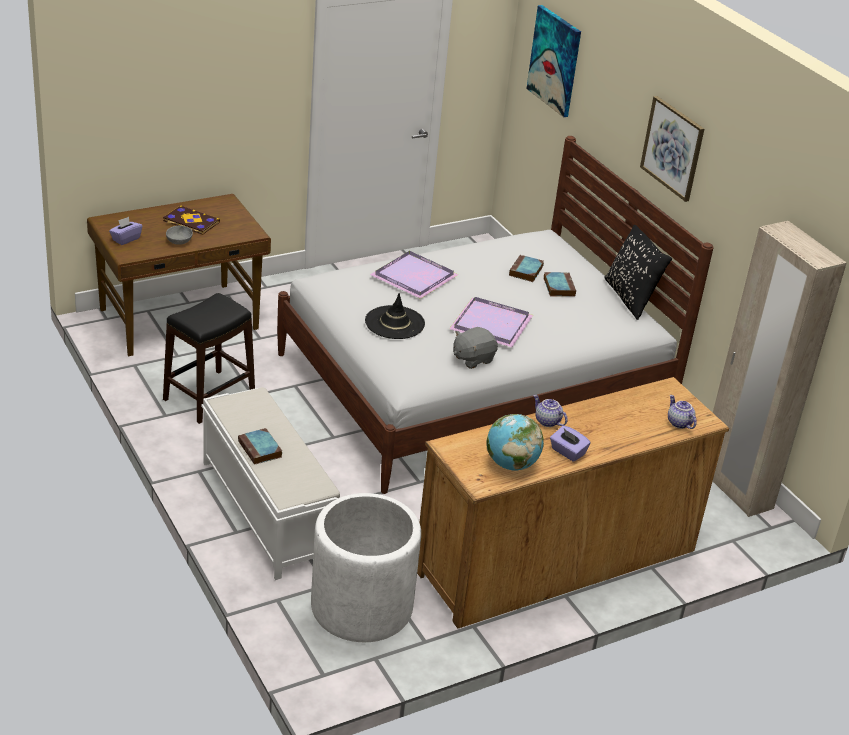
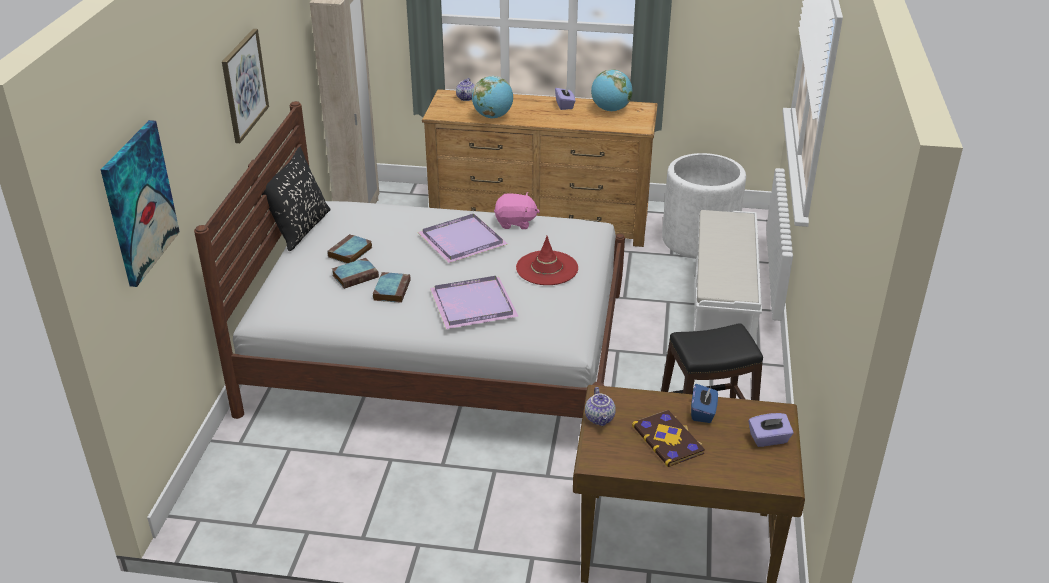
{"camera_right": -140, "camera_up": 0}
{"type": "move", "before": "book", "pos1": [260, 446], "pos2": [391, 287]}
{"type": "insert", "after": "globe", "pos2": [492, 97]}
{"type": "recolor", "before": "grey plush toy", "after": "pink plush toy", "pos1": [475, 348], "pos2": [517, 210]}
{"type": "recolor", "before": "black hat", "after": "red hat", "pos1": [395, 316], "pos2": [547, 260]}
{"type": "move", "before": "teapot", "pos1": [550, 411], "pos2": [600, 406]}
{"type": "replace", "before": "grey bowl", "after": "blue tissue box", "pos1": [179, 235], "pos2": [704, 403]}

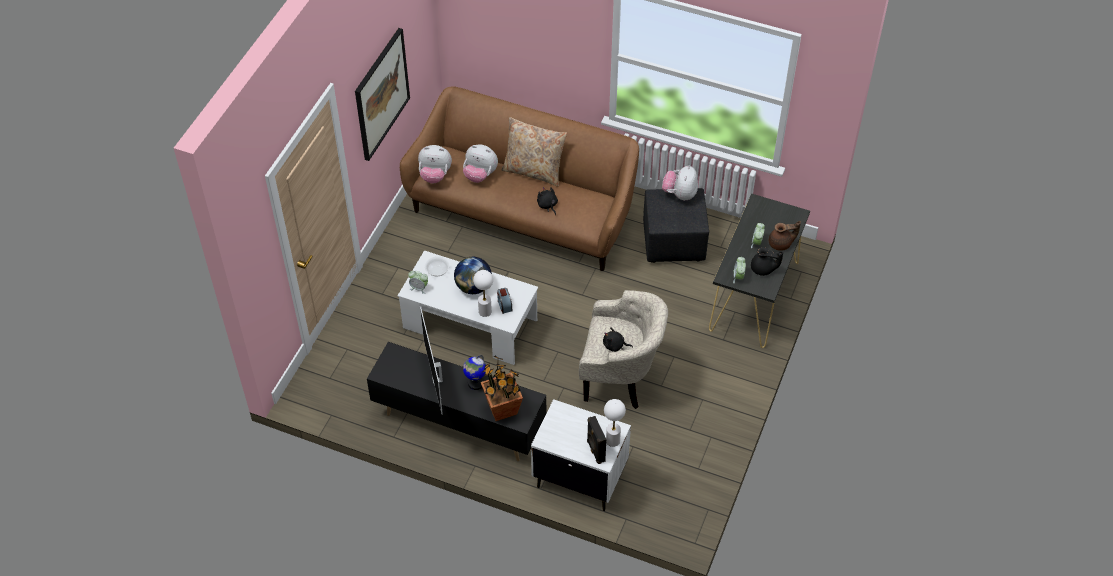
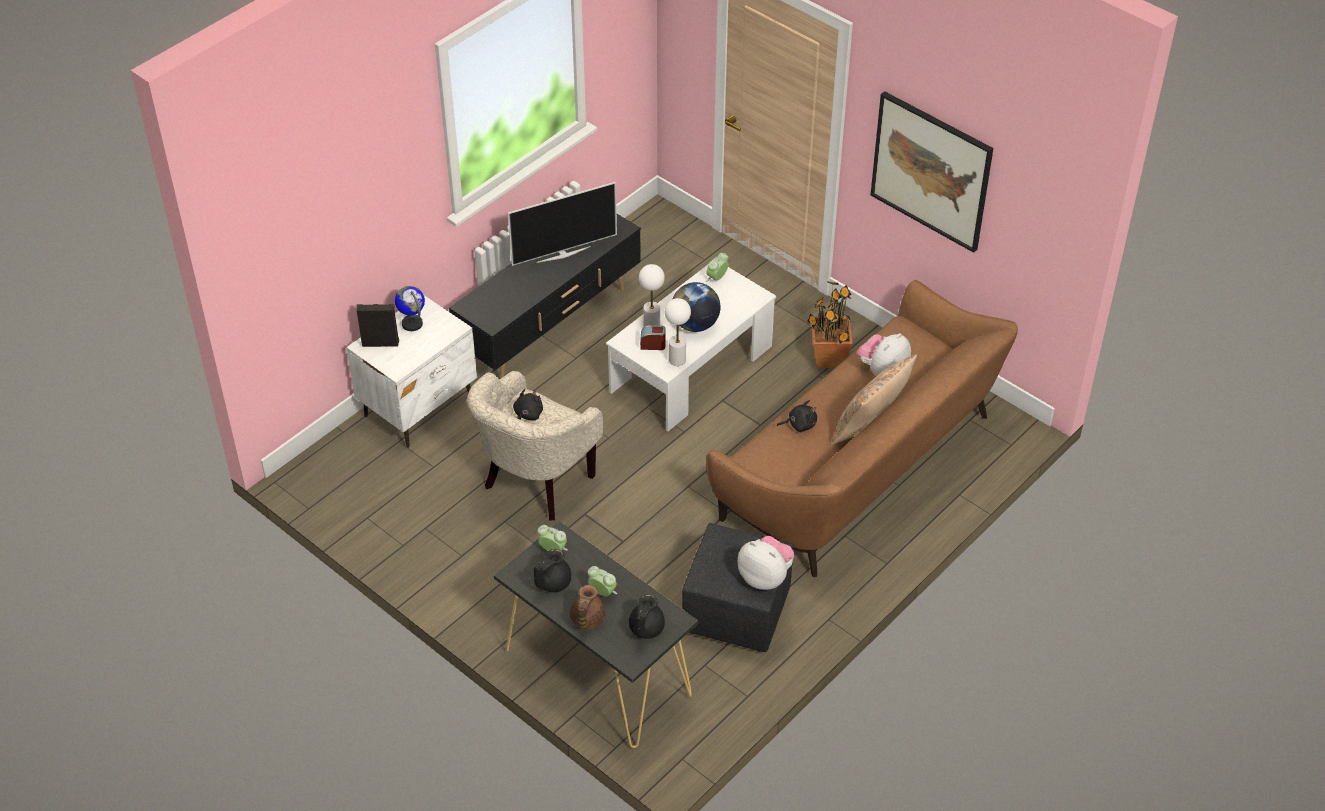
{"camera_right": 110, "camera_up": -5}
{"type": "move", "before": "globe", "pos1": [474, 372], "pos2": [410, 308]}
{"type": "rotate", "before": "television", "pos1": [431, 360], "pos2": [562, 224], "turn": 150}
{"type": "insert", "after": "black teapot", "pos2": [647, 616]}
{"type": "move", "before": "white table lamp", "pos1": [615, 423], "pos2": [678, 332]}
{"type": "move", "before": "potted plant", "pos1": [502, 388], "pos2": [830, 324]}
{"type": "delete", "before": "plush toy", "pos1": [435, 164]}
{"type": "delete", "before": "bowl", "pos1": [437, 266]}

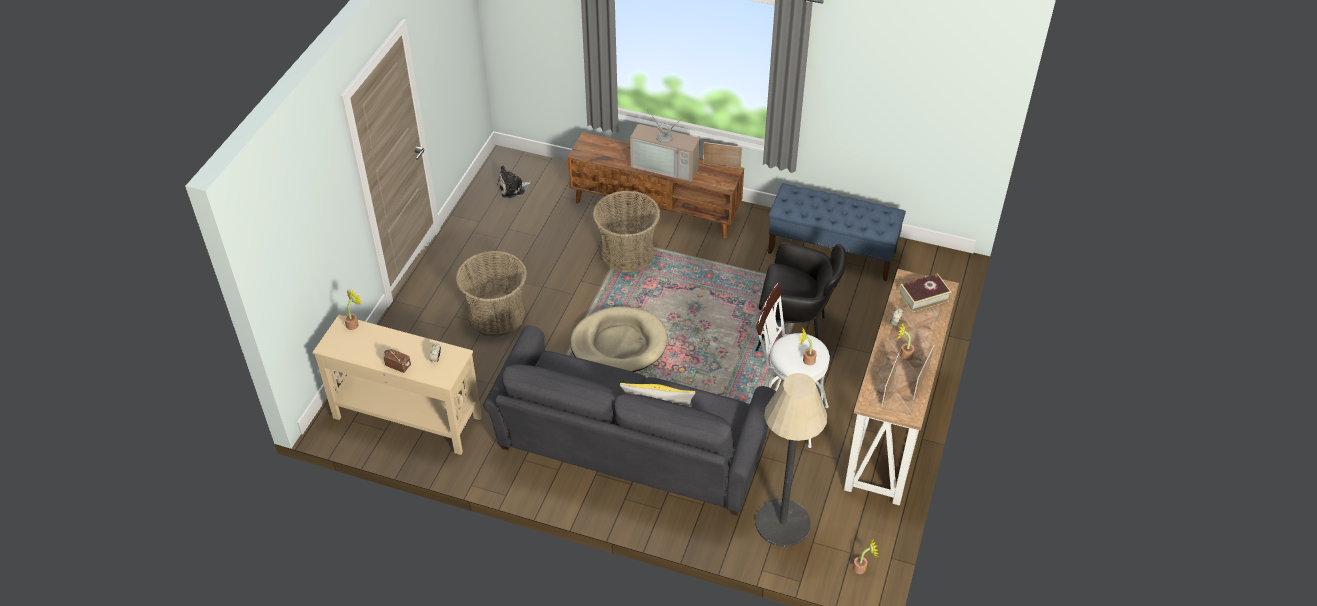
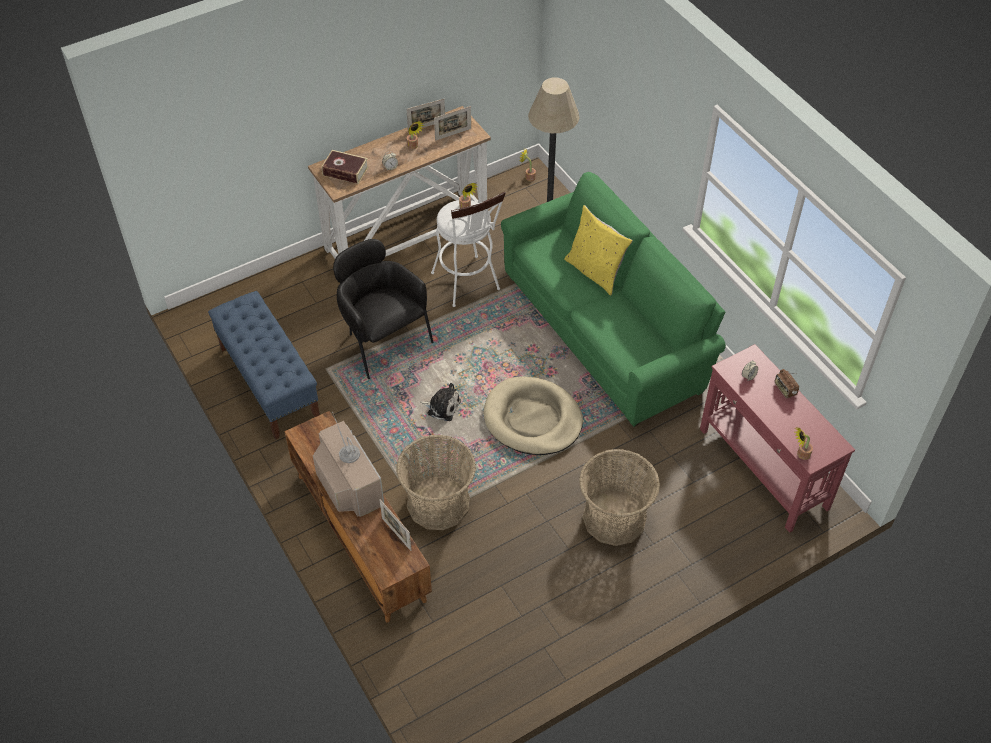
{"camera_right": -140, "camera_up": 5}
{"type": "move", "before": "picture frame", "pos1": [722, 155], "pos2": [395, 525]}
{"type": "move", "before": "plush toy", "pos1": [514, 182], "pos2": [440, 402]}
{"type": "recolor", "before": "grey sofa", "after": "green sofa", "pos1": [629, 421], "pos2": [613, 299]}
{"type": "recolor", "before": "beige console table", "after": "red console table", "pos1": [397, 385], "pos2": [777, 438]}

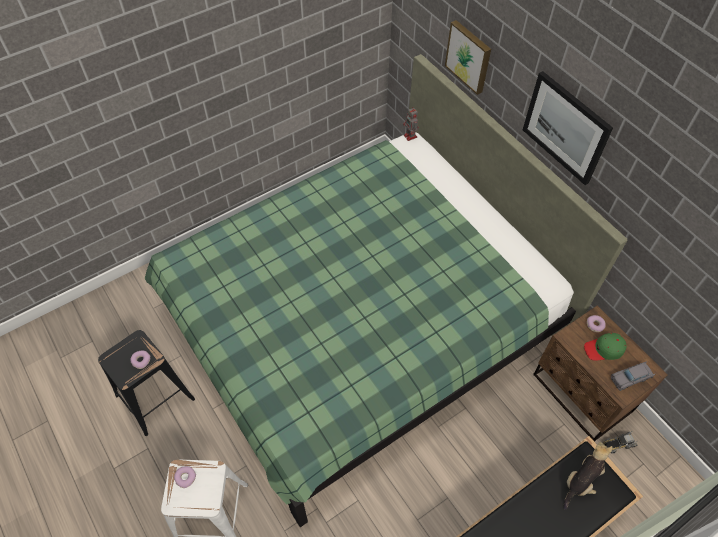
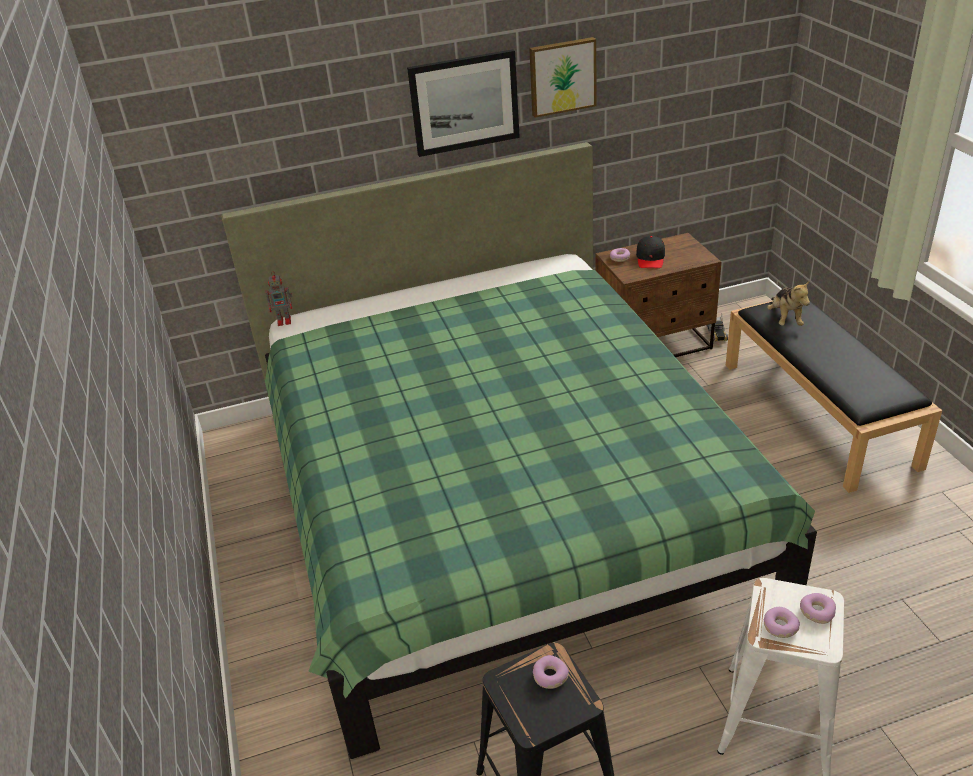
{"camera_right": -70, "camera_up": -20}
{"type": "move", "before": "picture", "pos1": [468, 57], "pos2": [562, 77]}
{"type": "recolor", "before": "green cap", "after": "black cap", "pos1": [605, 347], "pos2": [650, 251]}
{"type": "rotate", "before": "plush toy", "pos1": [588, 476], "pos2": [788, 303], "turn": -150}
{"type": "insert", "after": "donut", "pos2": [818, 608]}
{"type": "delete", "before": "grey toy car", "pos1": [633, 376]}

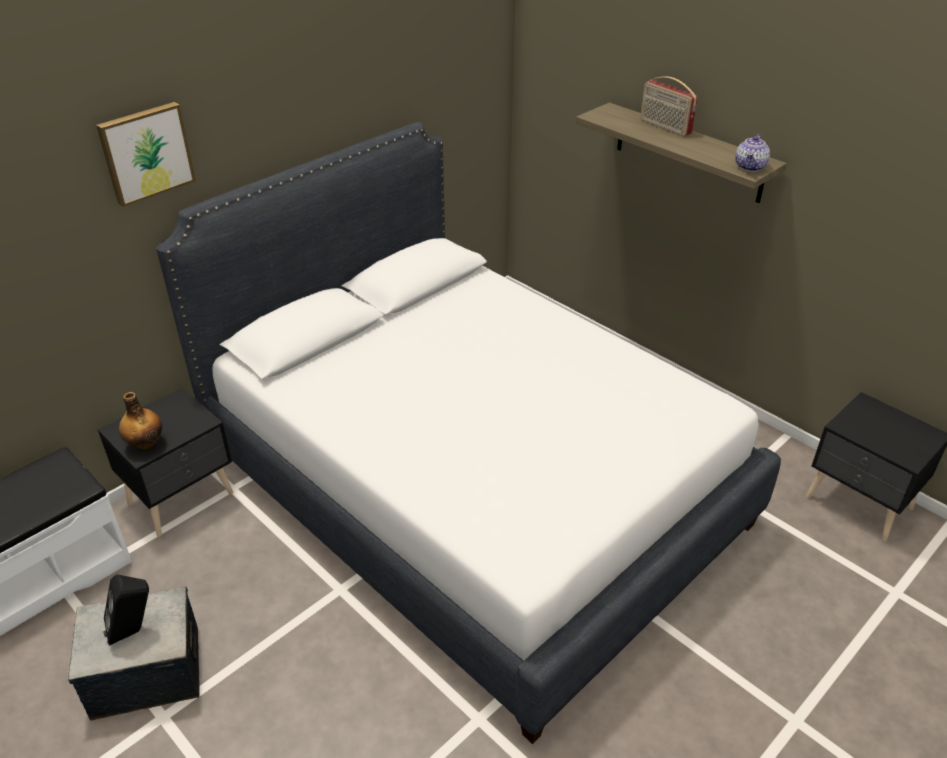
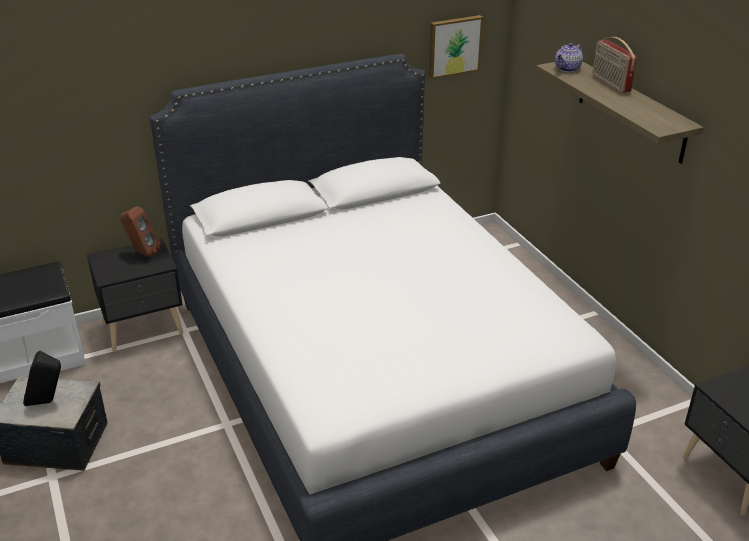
{"camera_right": 20, "camera_up": -5}
{"type": "insert", "after": "brown speaker", "pos2": [140, 232]}
{"type": "move", "before": "picture", "pos1": [146, 154], "pos2": [456, 47]}
{"type": "move", "before": "teapot", "pos1": [752, 153], "pos2": [569, 57]}
{"type": "delete", "before": "bottle", "pos1": [140, 421]}

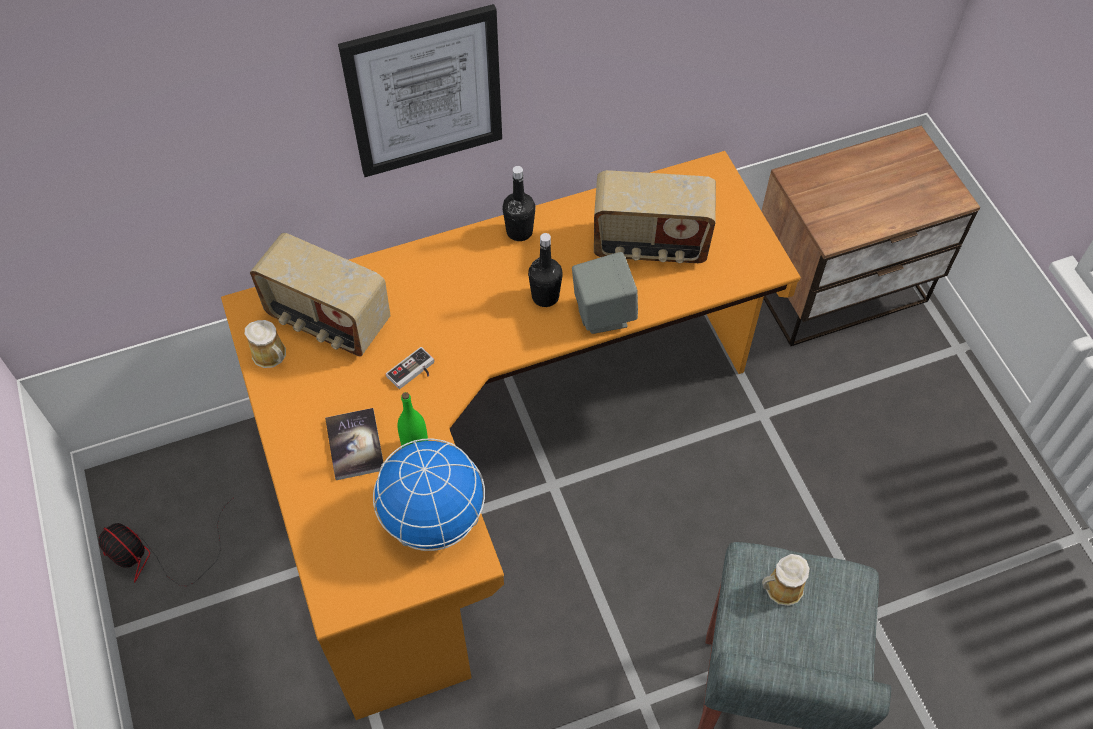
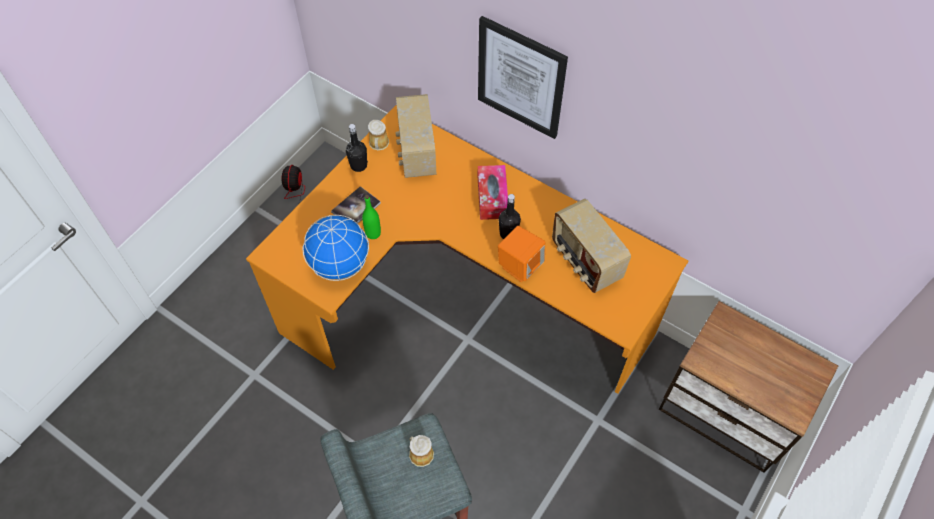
{"camera_right": 55, "camera_up": 0}
{"type": "move", "before": "black bottle", "pos1": [518, 203], "pos2": [357, 148]}
{"type": "insert", "after": "tissue box", "pos2": [493, 192]}
{"type": "recolor", "before": "grey speaker", "after": "orange speaker", "pos1": [605, 293], "pos2": [521, 254]}
{"type": "delete", "before": "game controller", "pos1": [410, 368]}

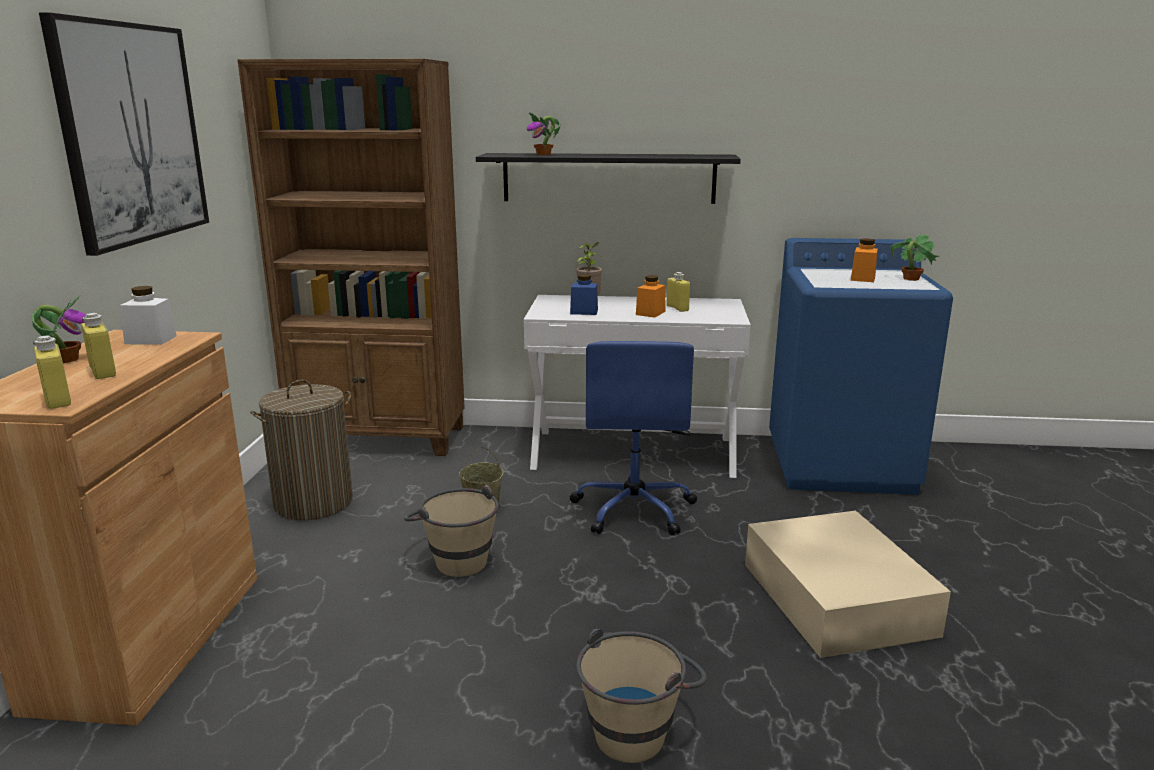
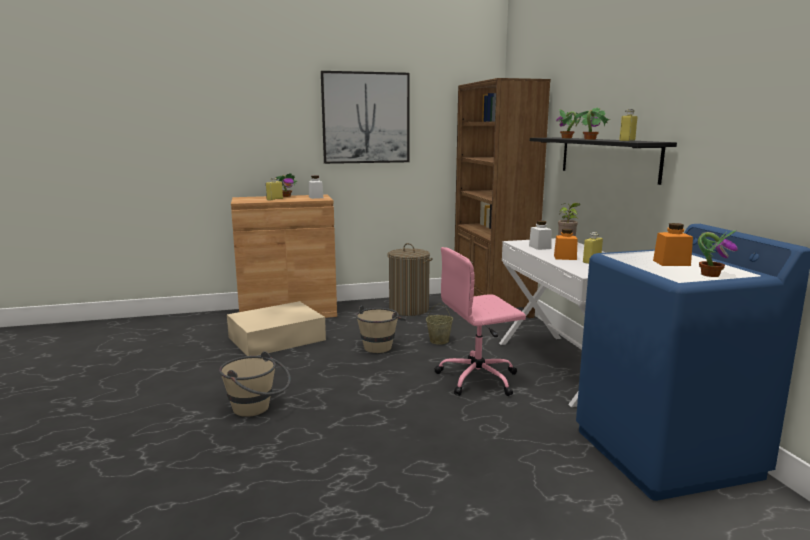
{"camera_right": 70, "camera_up": -5}
{"type": "move", "before": "beige storage box", "pos1": [848, 584], "pos2": [276, 328]}
{"type": "recolor", "before": "blue office chair", "after": "pink office chair", "pos1": [633, 438], "pos2": [480, 321]}
{"type": "recolor", "before": "blue jar", "after": "white jar", "pos1": [584, 294], "pos2": [540, 235]}
{"type": "insert", "after": "potted plant", "pos2": [592, 123]}
{"type": "move", "before": "yellow bottle", "pos1": [52, 372], "pos2": [628, 125]}

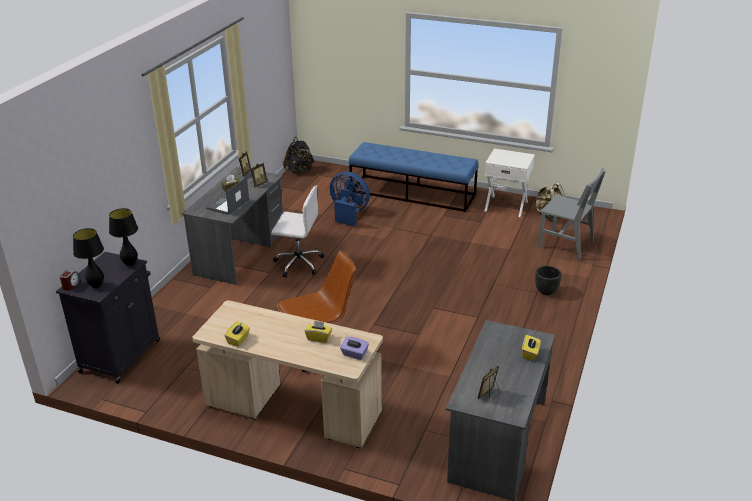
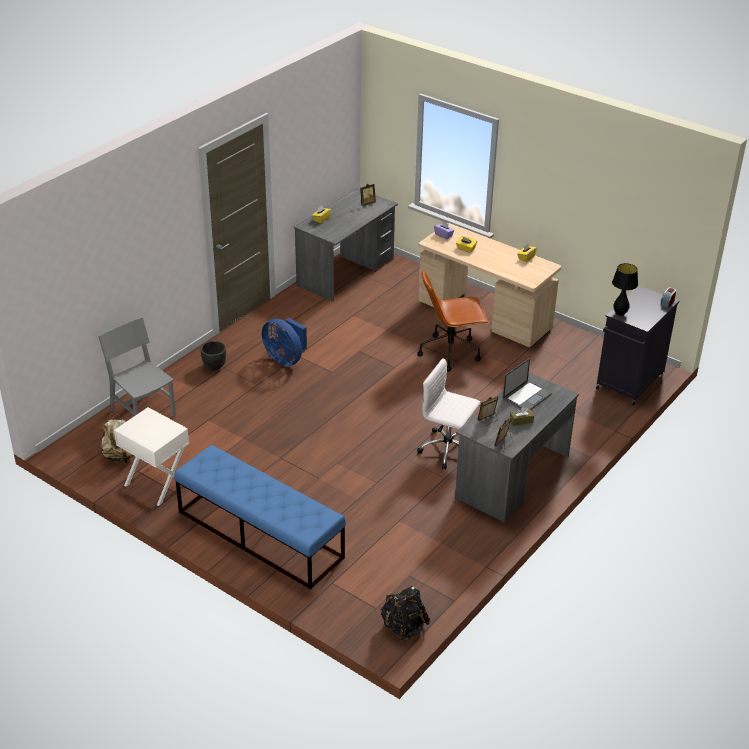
{"camera_right": -165, "camera_up": 5}
{"type": "move", "before": "blue fan", "pos1": [350, 198], "pos2": [284, 342]}
{"type": "delete", "before": "black table lamp", "pos1": [88, 258]}

